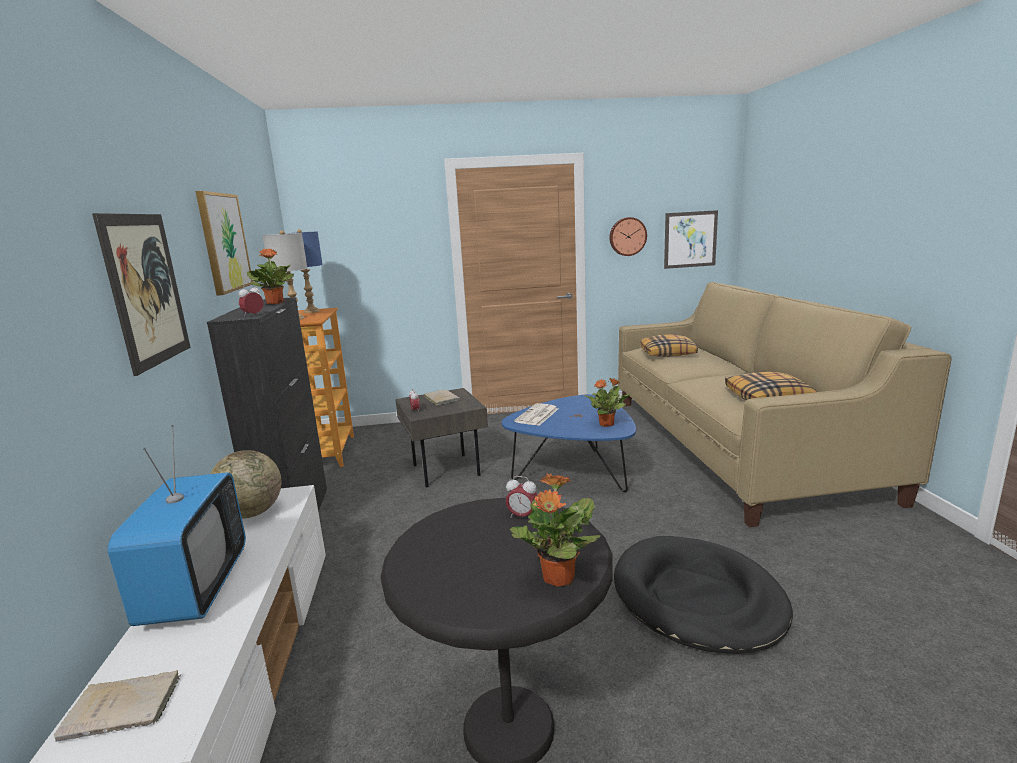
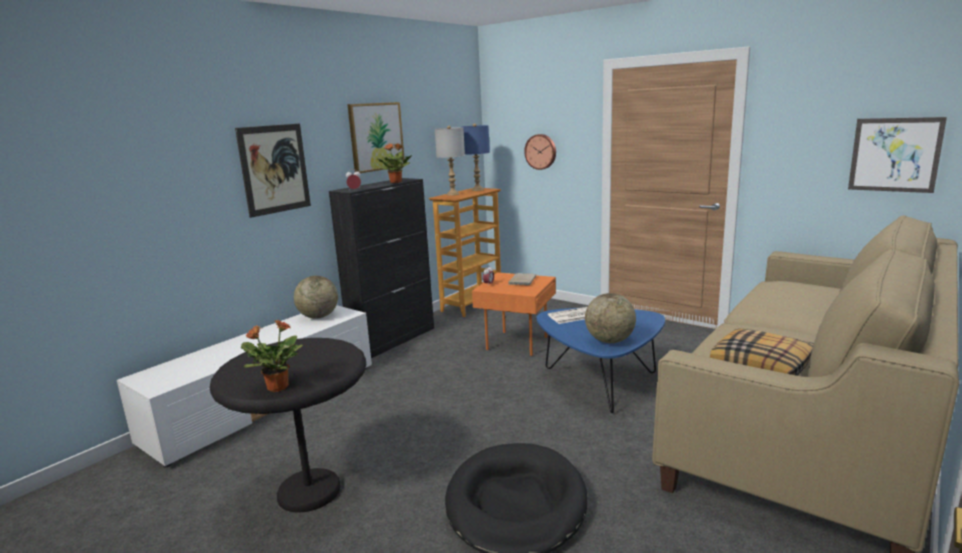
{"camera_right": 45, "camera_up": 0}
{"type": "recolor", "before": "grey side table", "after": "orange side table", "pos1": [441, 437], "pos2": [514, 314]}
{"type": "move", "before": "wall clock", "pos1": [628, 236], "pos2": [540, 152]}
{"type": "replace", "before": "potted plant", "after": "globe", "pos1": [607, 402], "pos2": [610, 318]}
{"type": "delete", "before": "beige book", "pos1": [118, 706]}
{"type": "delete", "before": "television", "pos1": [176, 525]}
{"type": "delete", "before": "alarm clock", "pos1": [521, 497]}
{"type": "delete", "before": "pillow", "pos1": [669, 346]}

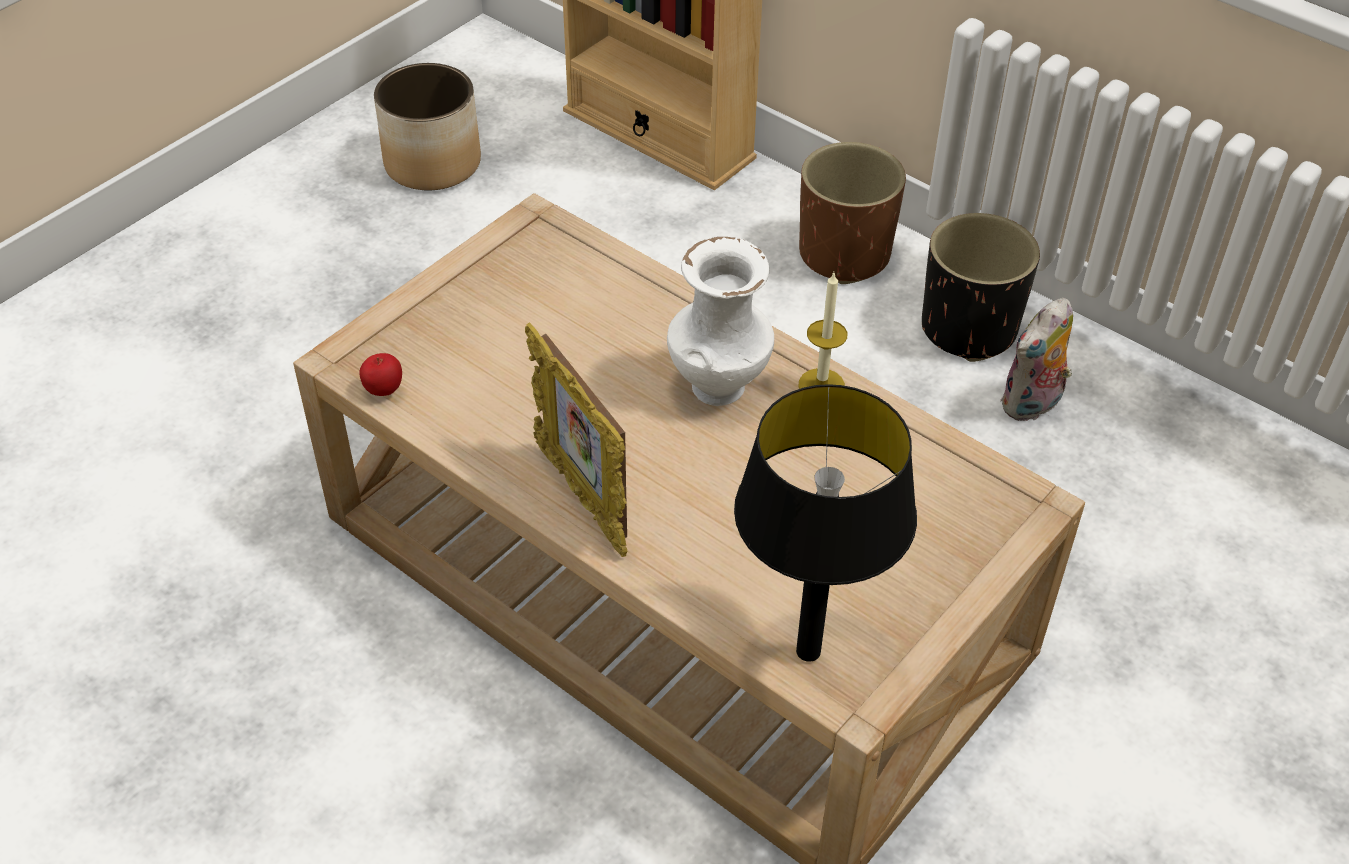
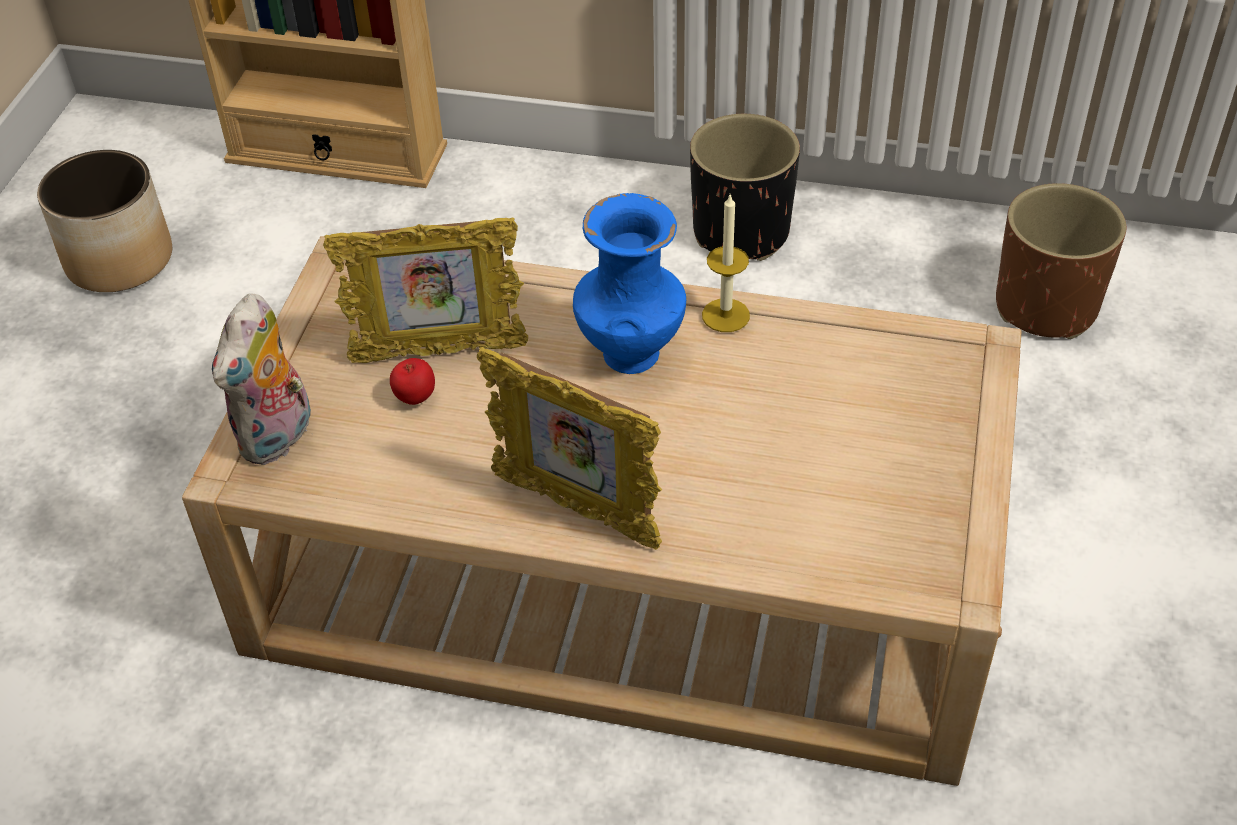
{"camera_right": -25, "camera_up": 0}
{"type": "move", "before": "plush toy", "pos1": [1038, 359], "pos2": [261, 379]}
{"type": "insert", "after": "picture frame", "pos2": [425, 290]}
{"type": "move", "before": "apple", "pos1": [380, 374], "pos2": [412, 381]}
{"type": "recolor", "before": "white vase", "after": "blue vase", "pos1": [720, 321], "pos2": [629, 283]}
{"type": "move", "before": "brown planter", "pos1": [852, 213], "pos2": [1061, 261]}
{"type": "delete", "before": "black table lamp", "pos1": [825, 523]}

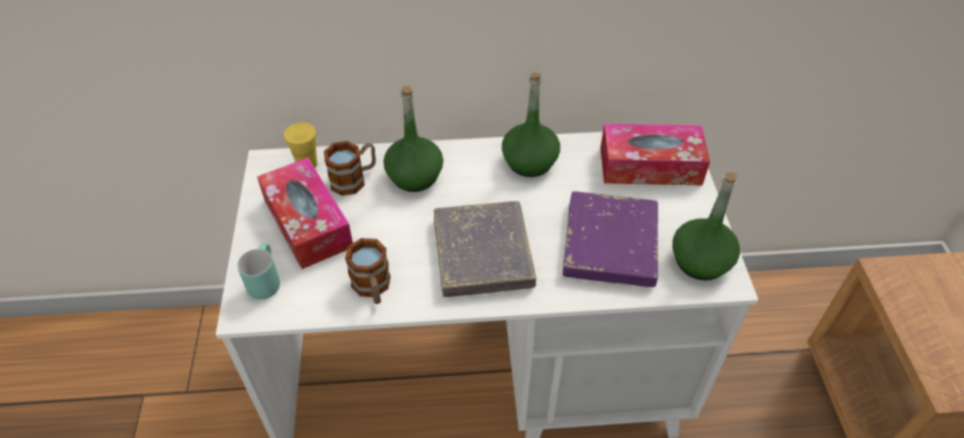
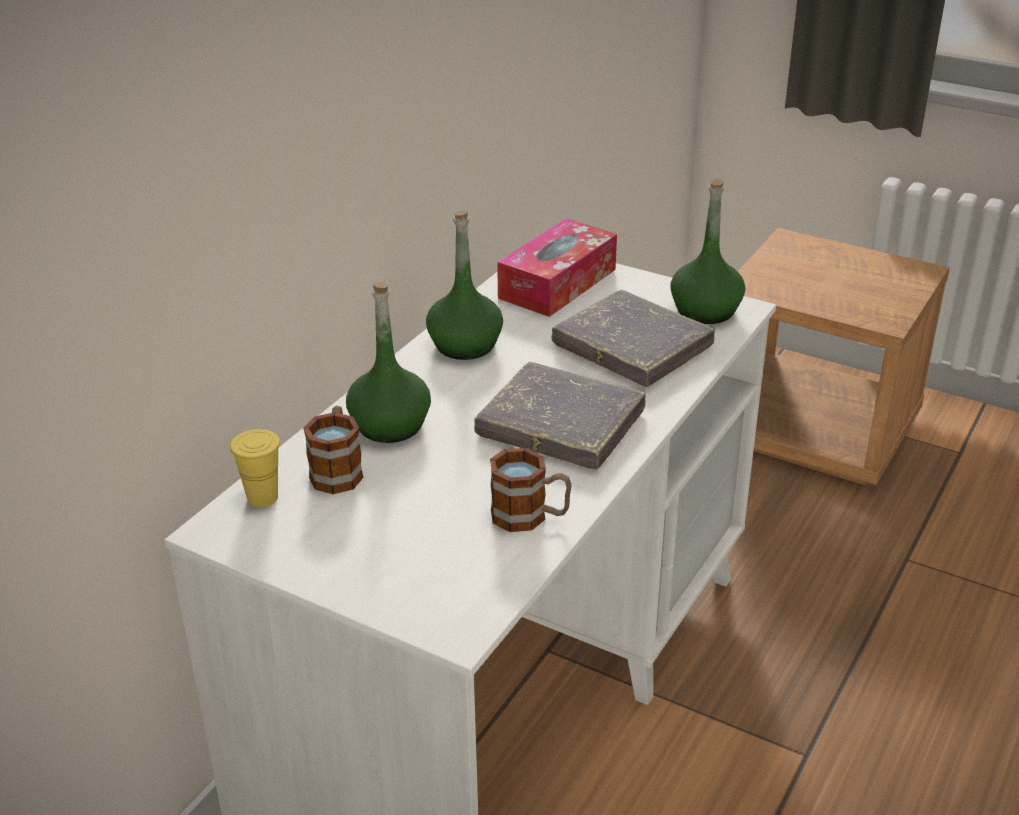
{"camera_right": -55, "camera_up": -15}
{"type": "recolor", "before": "purple book", "after": "grey book", "pos1": [610, 239], "pos2": [633, 338]}
{"type": "delete", "before": "turquoise mug", "pos1": [258, 271]}
{"type": "delete", "before": "tissue box", "pos1": [305, 213]}

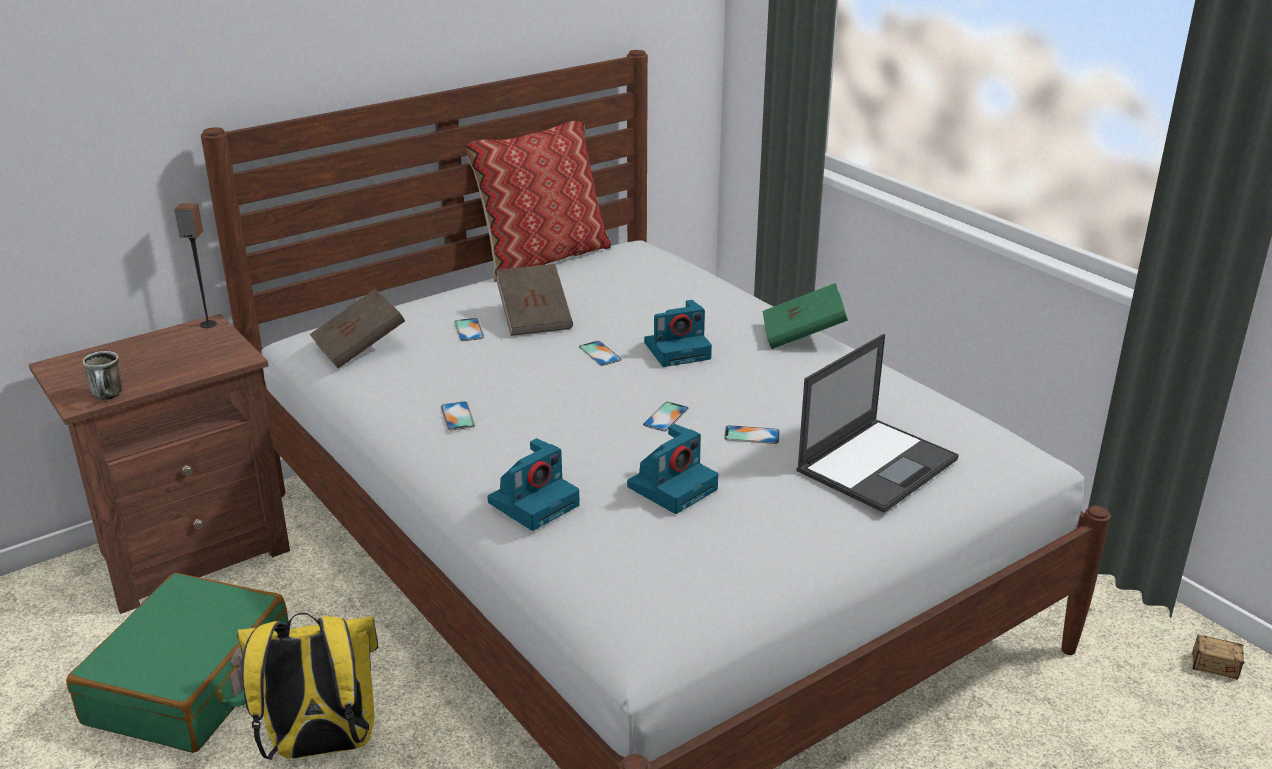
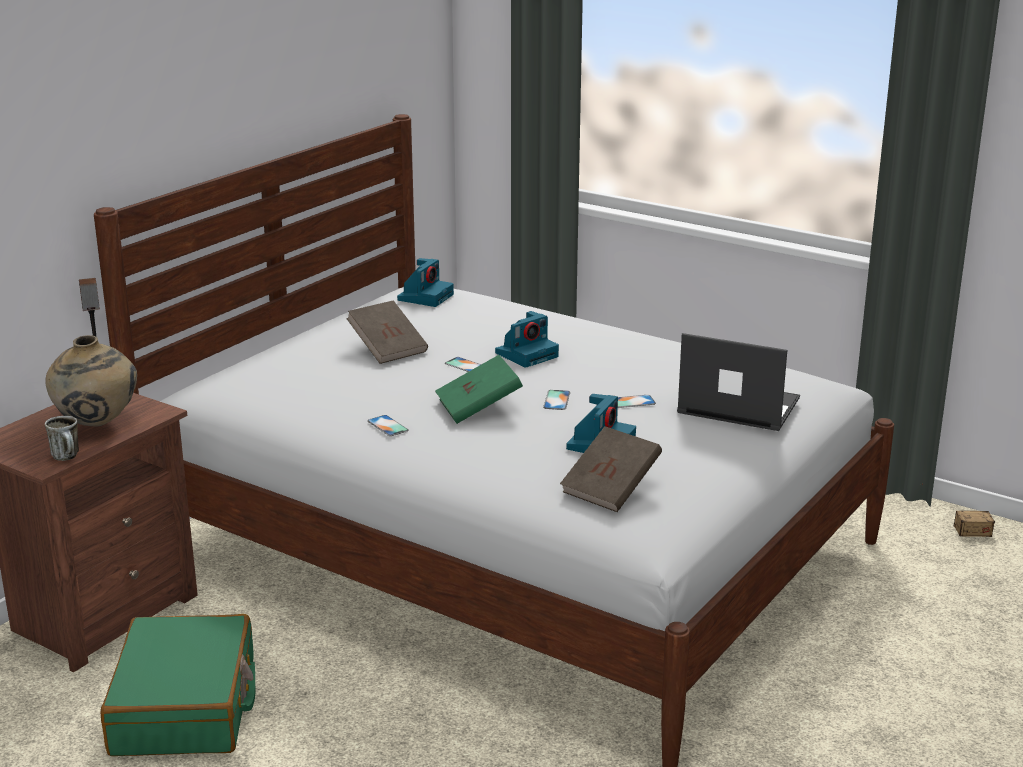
{"camera_right": -20, "camera_up": -5}
{"type": "insert", "after": "beige vase", "pos2": [91, 381]}
{"type": "move", "before": "photo camera", "pos1": [534, 484], "pos2": [425, 282]}
{"type": "move", "before": "green book", "pos1": [805, 316], "pos2": [479, 389]}
{"type": "move", "before": "brown book", "pos1": [357, 329], "pos2": [611, 469]}
{"type": "rotate", "before": "laptop", "pos1": [877, 423], "pos2": [738, 382], "turn": -90}
{"type": "delete", "before": "yellow backpack", "pos1": [307, 686]}
{"type": "delete", "before": "phone", "pos1": [469, 329]}
{"type": "delete", "before": "pillow", "pos1": [538, 201]}

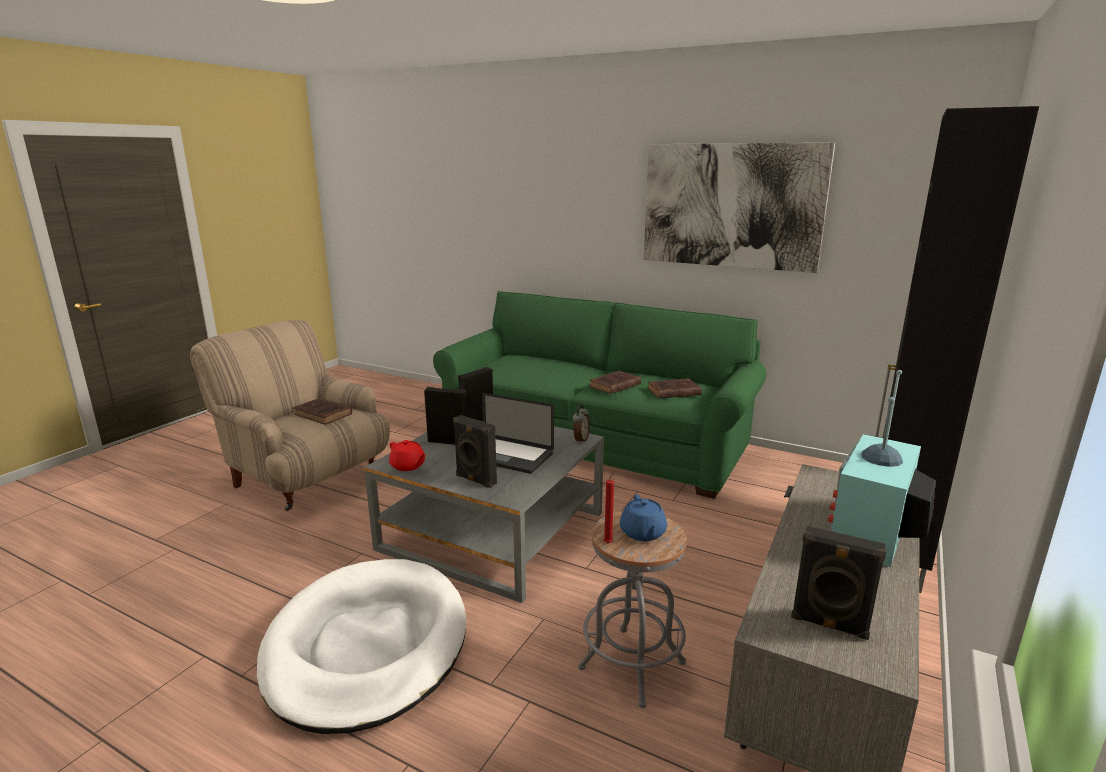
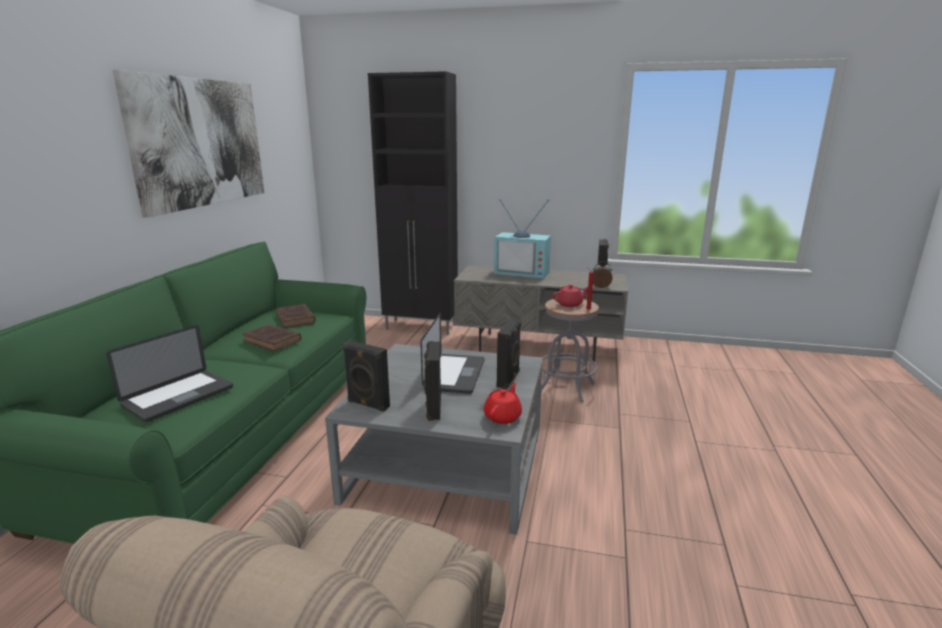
{"camera_right": -105, "camera_up": 0}
{"type": "insert", "after": "laptop", "pos2": [169, 373]}
{"type": "recolor", "before": "blue teapot", "after": "red teapot", "pos1": [643, 518], "pos2": [570, 295]}
{"type": "move", "before": "alarm clock", "pos1": [581, 424], "pos2": [603, 274]}
{"type": "delete", "before": "white dog bed", "pos1": [361, 646]}
{"type": "delete", "before": "brown book", "pos1": [322, 411]}

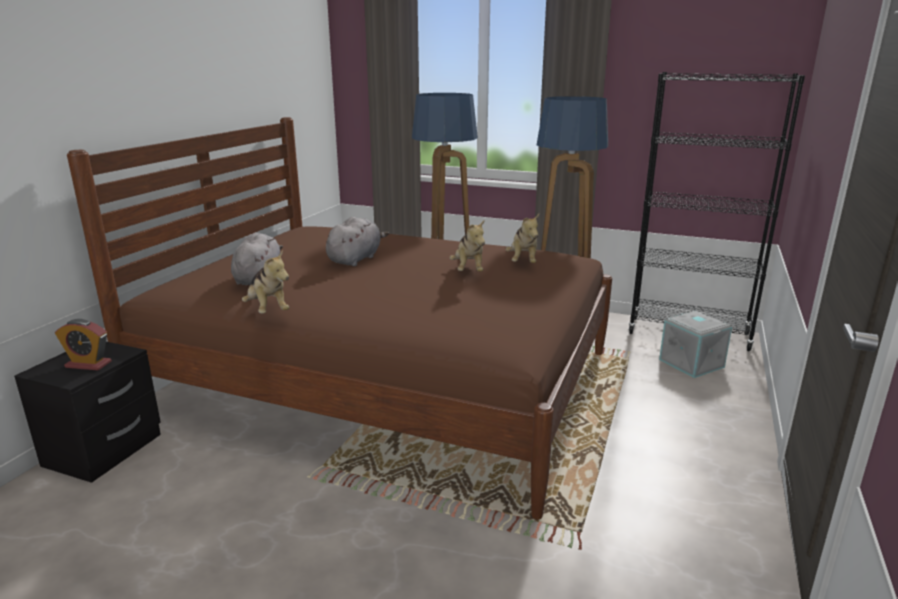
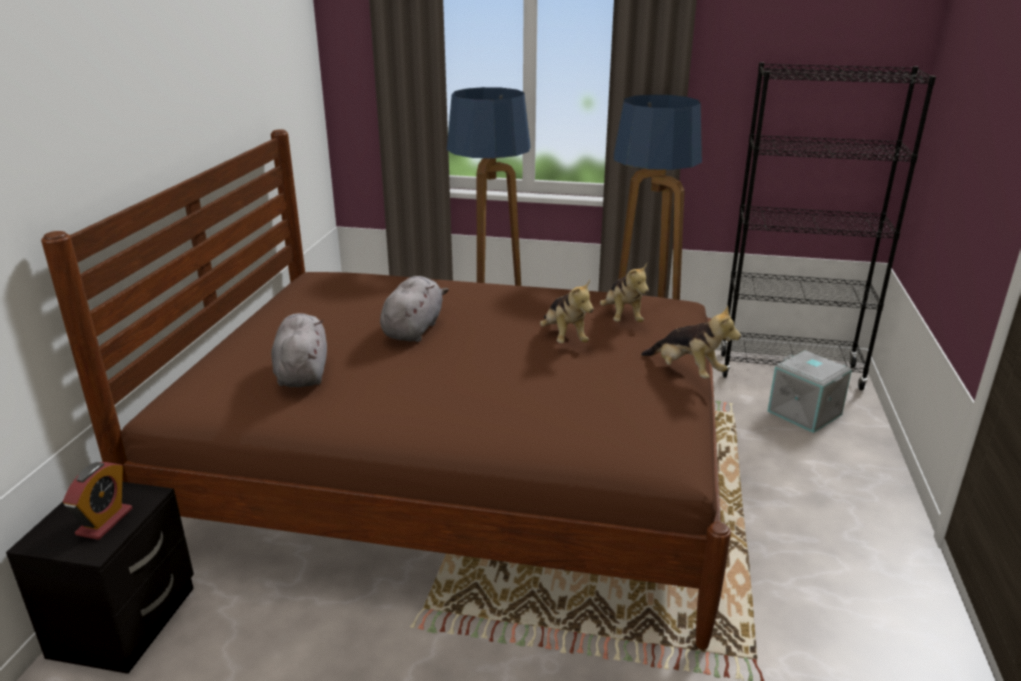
{"camera_right": -10, "camera_up": 5}
{"type": "rotate", "before": "alarm clock", "pos1": [83, 344], "pos2": [97, 501], "turn": -75}
{"type": "move", "before": "plush toy", "pos1": [265, 281], "pos2": [691, 341]}

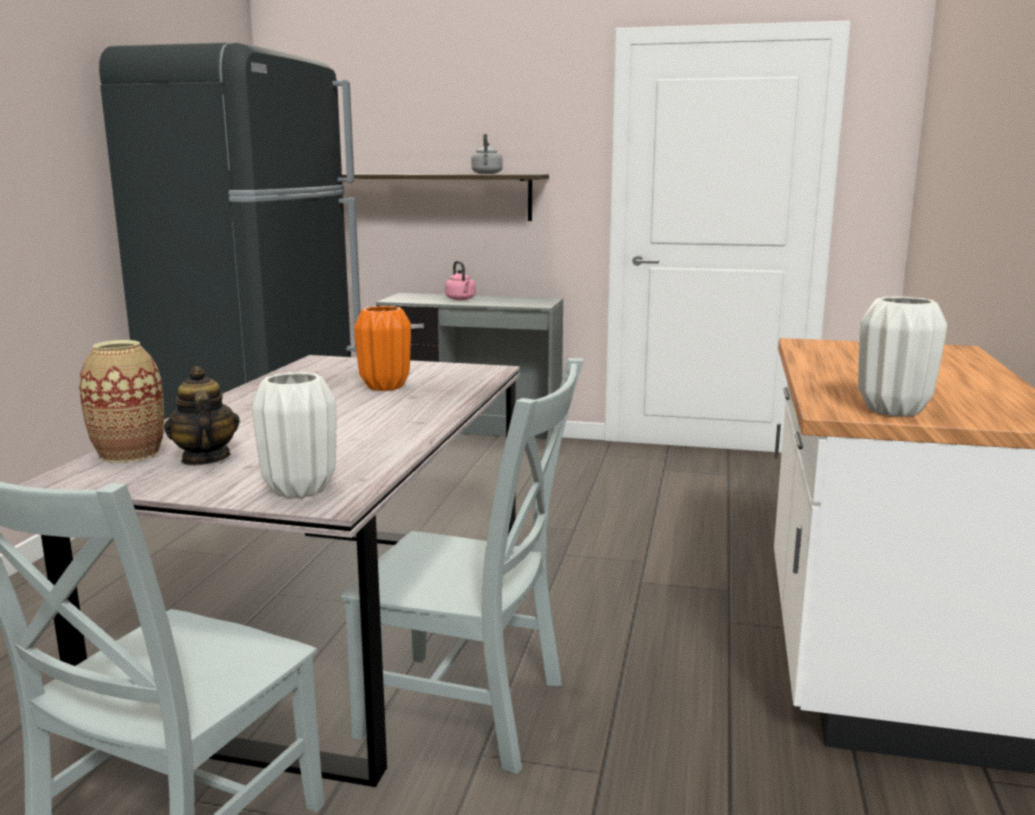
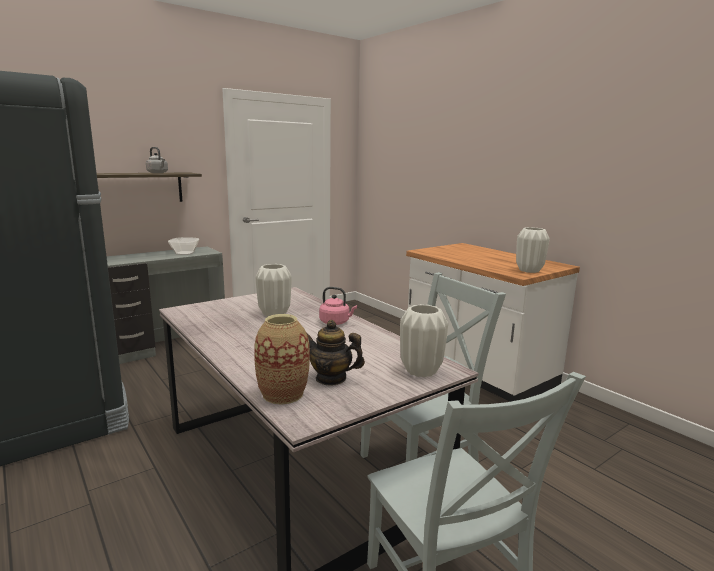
{"camera_right": -50, "camera_up": 0}
{"type": "insert", "after": "bowl", "pos2": [183, 246]}
{"type": "recolor", "before": "orange vase", "after": "white vase", "pos1": [382, 348], "pos2": [273, 290]}
{"type": "move", "before": "pink kettle", "pos1": [460, 280], "pos2": [338, 306]}

